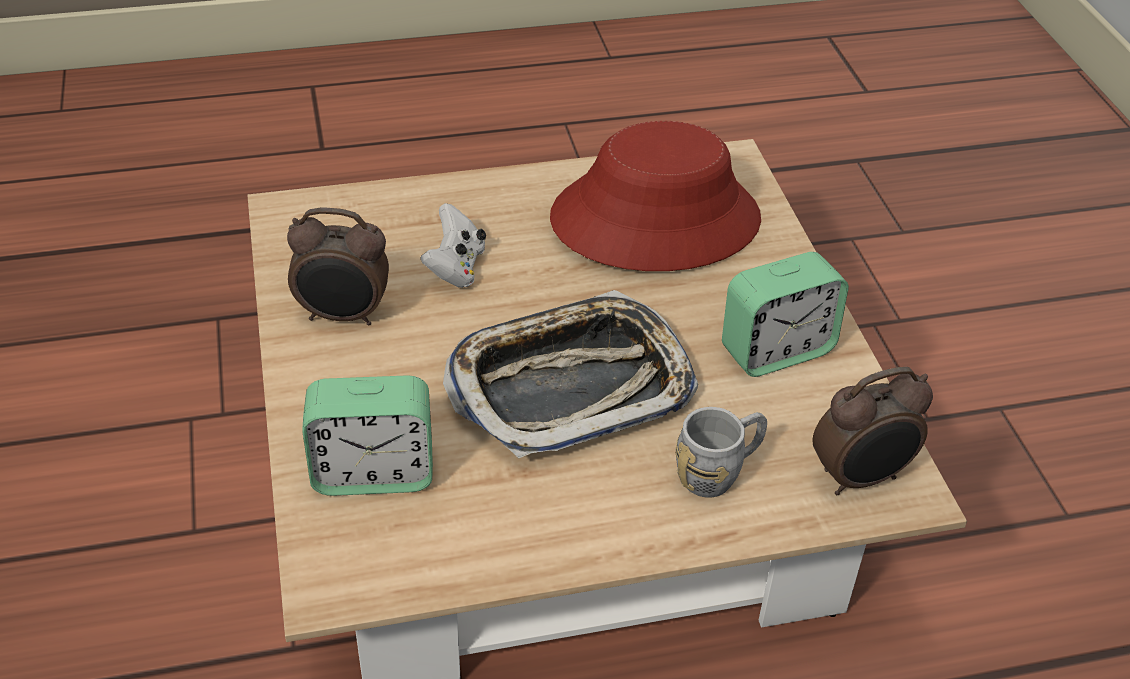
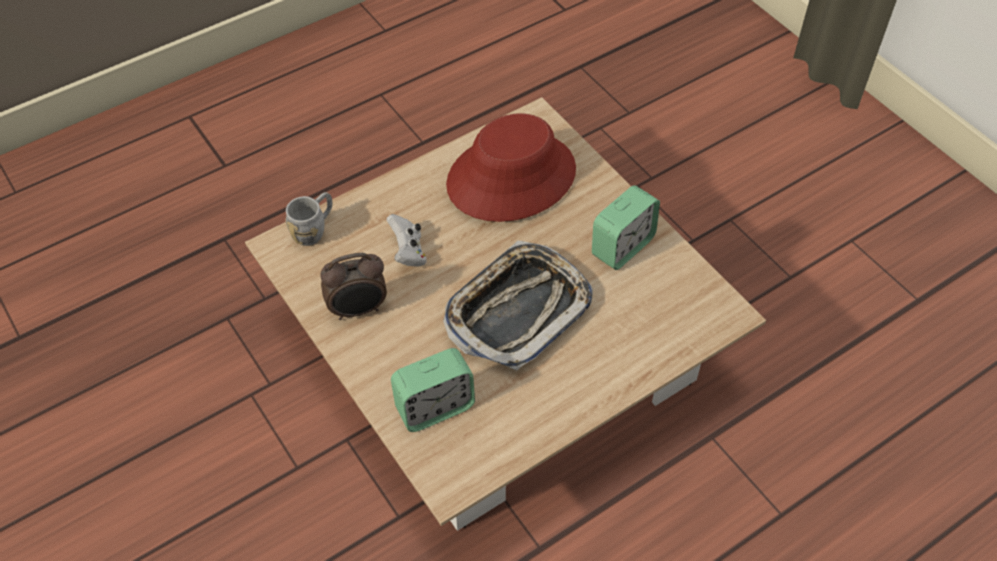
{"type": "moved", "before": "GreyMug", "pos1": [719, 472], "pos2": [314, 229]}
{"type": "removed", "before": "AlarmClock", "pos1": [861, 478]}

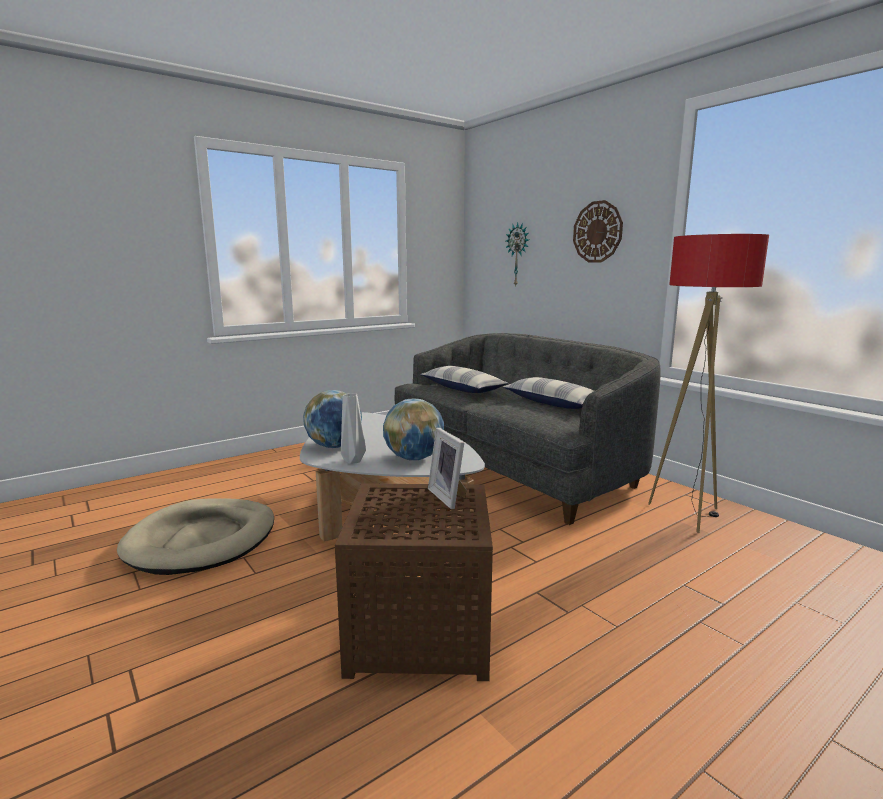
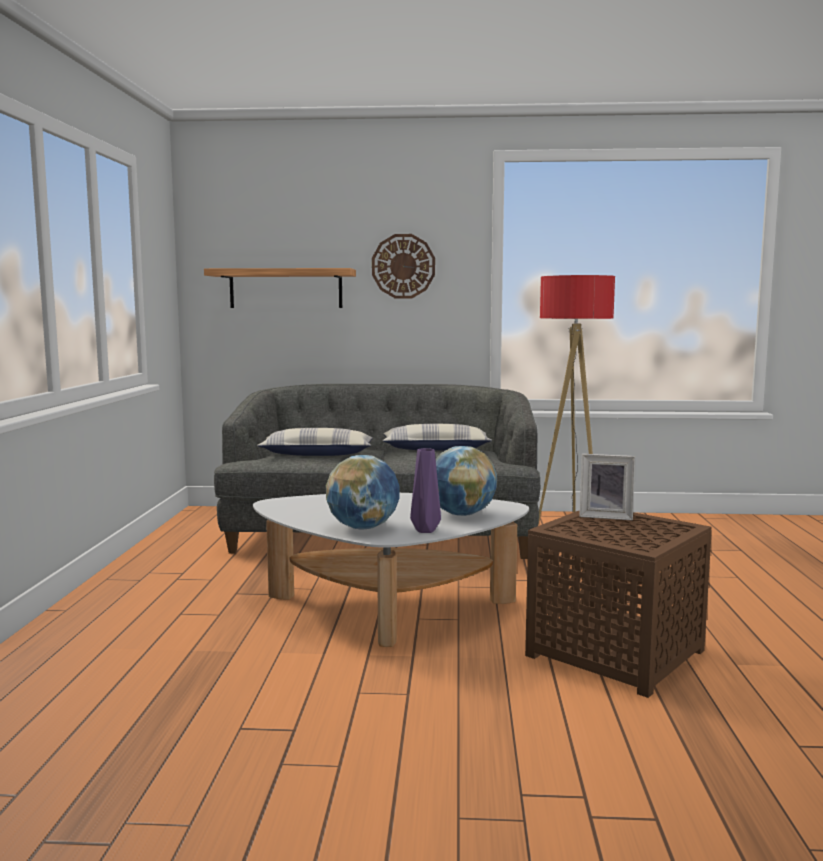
{"type": "removed", "before": "BeigeDogBed", "pos1": [202, 540]}
{"type": "recoloured", "before": "GreyVase", "after": "PurpleVase", "pos1": [352, 461], "pos2": [425, 531]}
{"type": "replaced", "before": "WallClock", "after": "Shelf", "pos1": [518, 254], "pos2": [285, 289]}

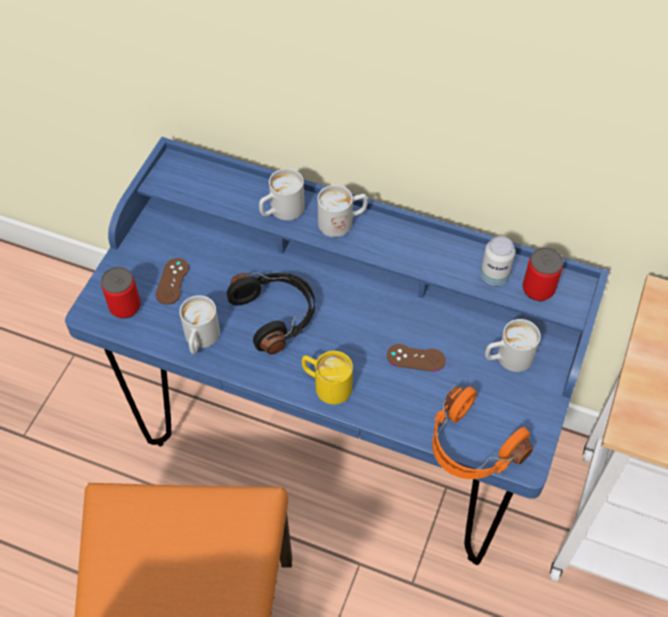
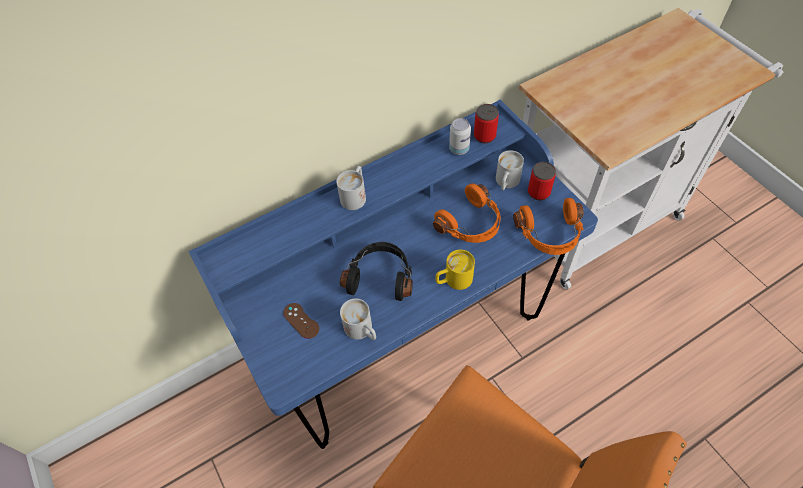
{"type": "moved", "before": "Can", "pos1": [125, 306], "pos2": [538, 192]}
{"type": "removed", "before": "WhiteMug", "pos1": [281, 211]}
{"type": "replaced", "before": "BrownGameController", "after": "OrangeHeadphones", "pos1": [415, 358], "pos2": [471, 224]}

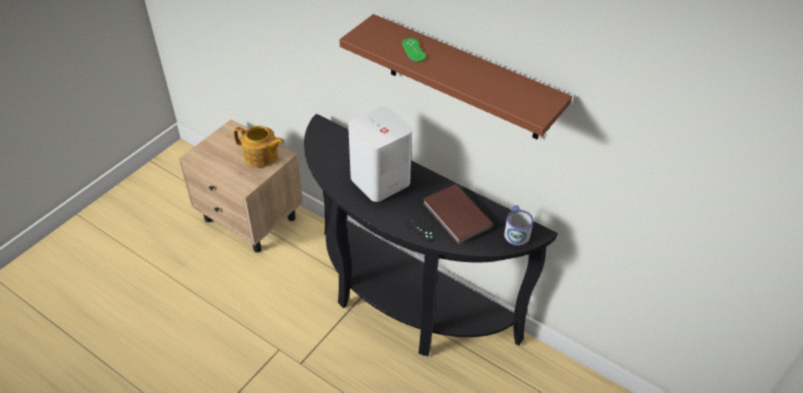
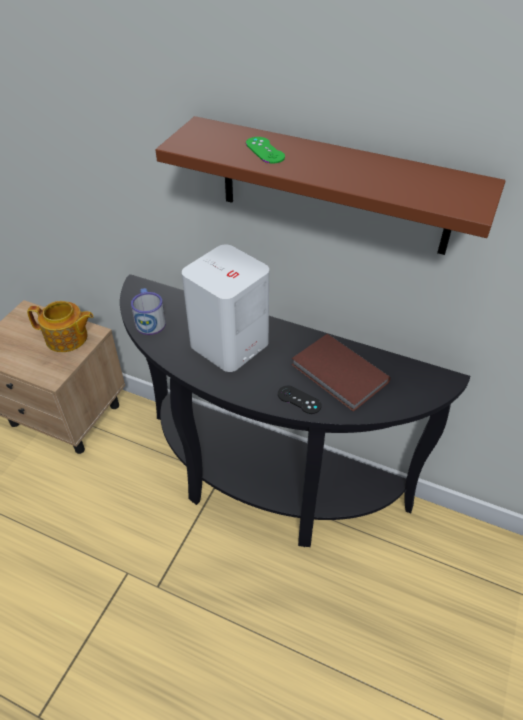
{"type": "moved", "before": "Mug", "pos1": [515, 232], "pos2": [149, 320]}

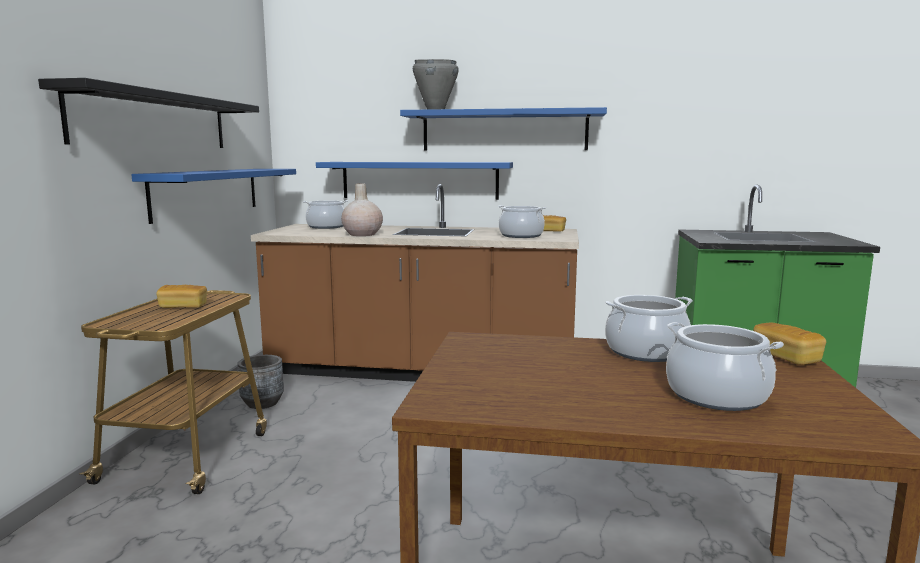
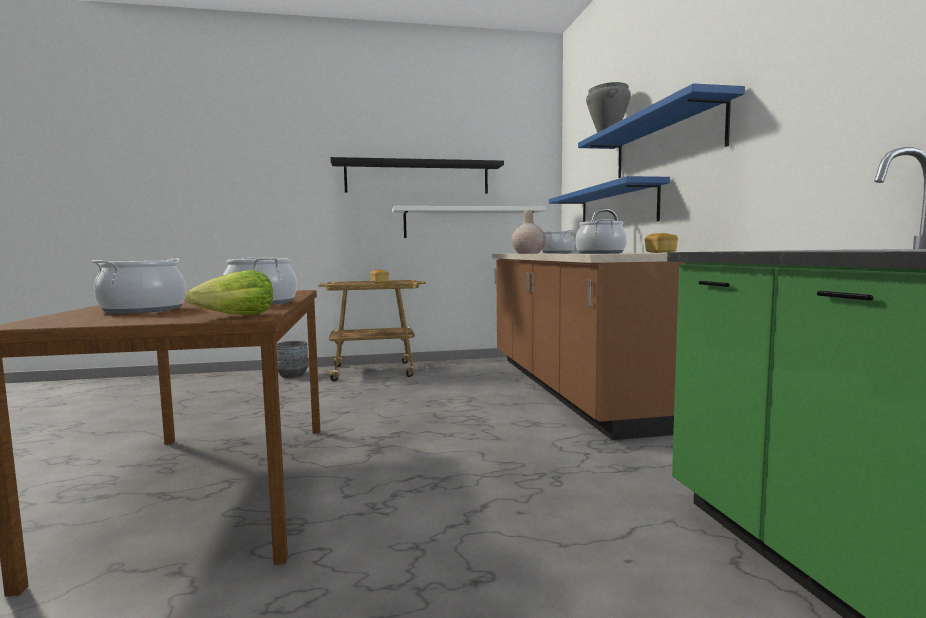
{"type": "recoloured", "before": "BlueShelf", "after": "WhiteShelf", "pos1": [207, 192], "pos2": [466, 223]}
{"type": "moved", "before": "GreyPlanter", "pos1": [262, 403], "pos2": [292, 375]}
{"type": "replaced", "before": "Bread", "after": "Lettuce", "pos1": [785, 357], "pos2": [237, 316]}

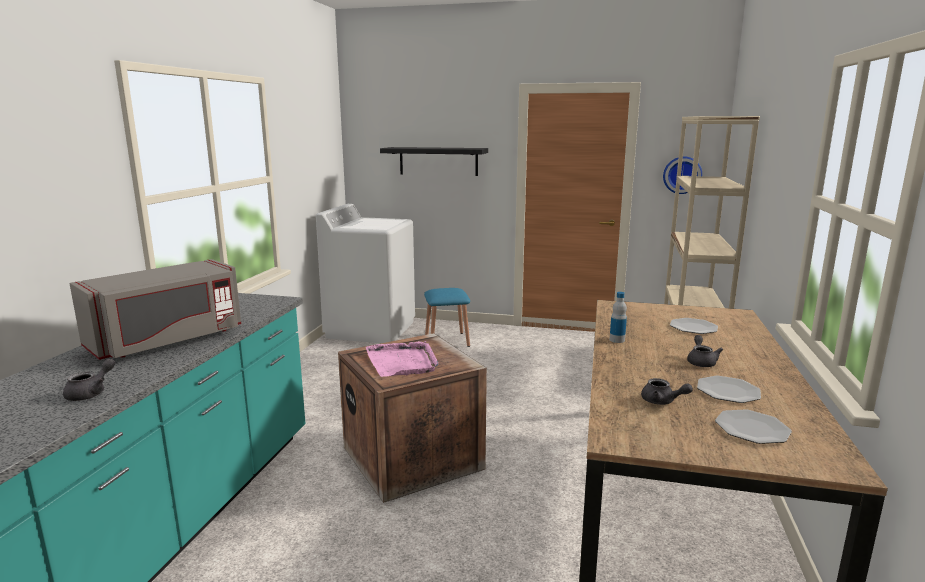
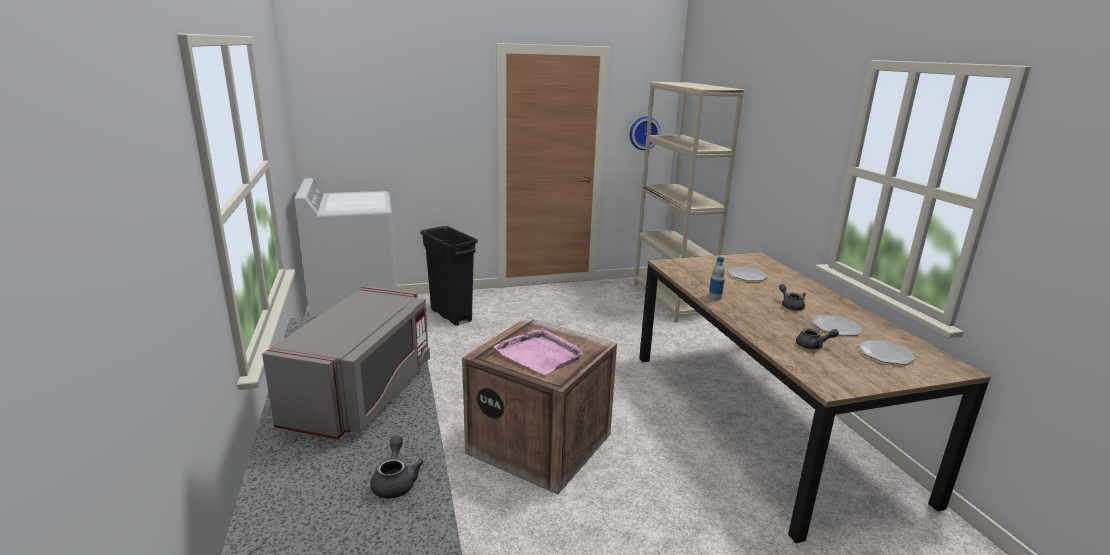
{"type": "removed", "before": "BlackShelf", "pos1": [438, 161]}
{"type": "replaced", "before": "BlueStool", "after": "BlackTrashCan", "pos1": [447, 340], "pos2": [451, 315]}

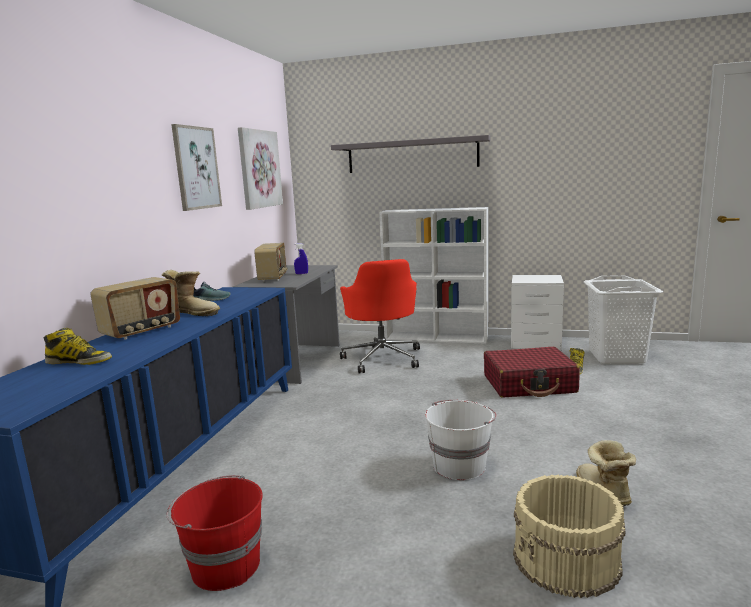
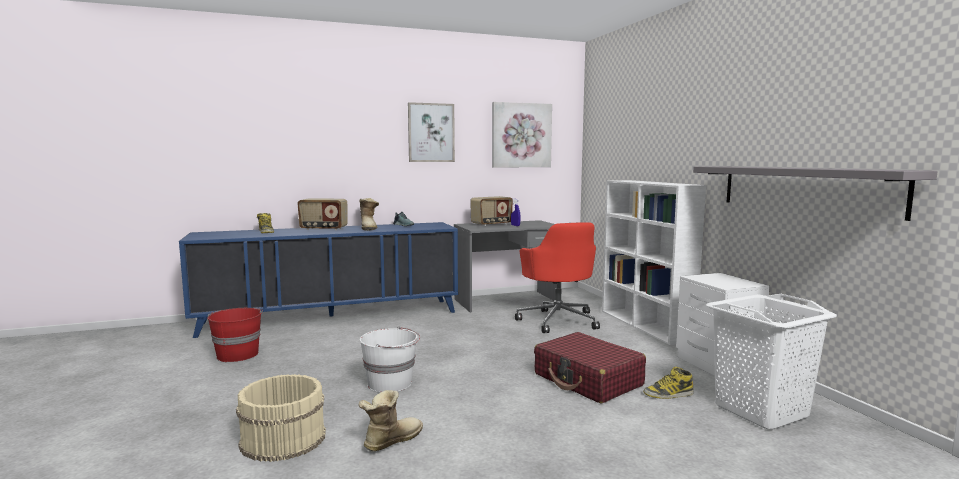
{"type": "moved", "before": "GreyShelf", "pos1": [412, 155], "pos2": [804, 189]}
{"type": "turned", "before": "RedOfficeChair", "pos1": [383, 358], "pos2": [558, 320], "turn": -60}

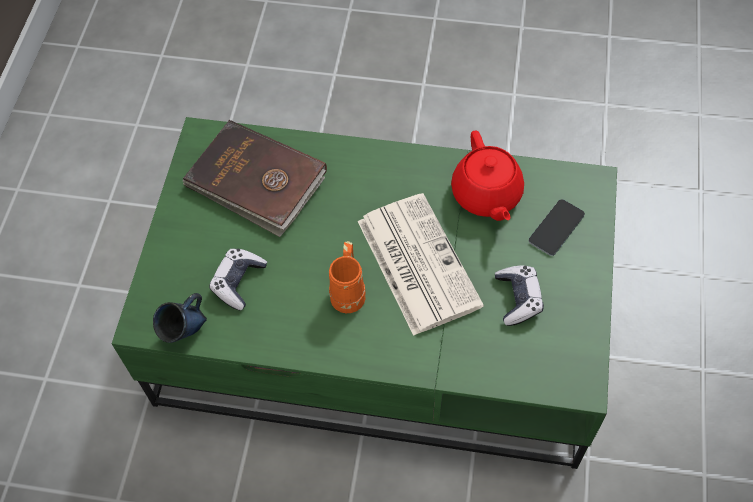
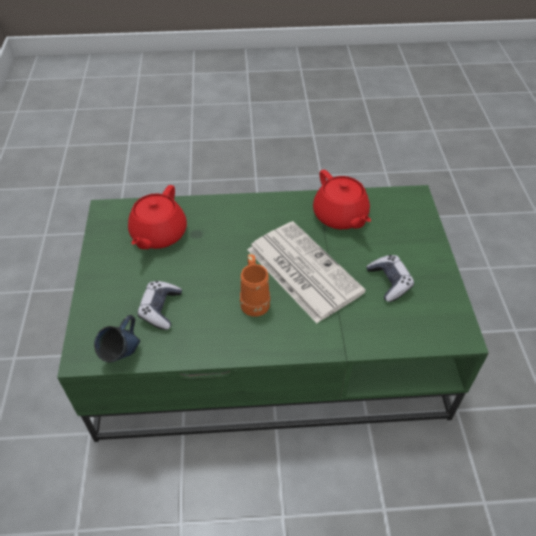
{"type": "replaced", "before": "BrownBook", "after": "RedTeapot", "pos1": [256, 181], "pos2": [158, 235]}
{"type": "removed", "before": "Phone", "pos1": [556, 228]}

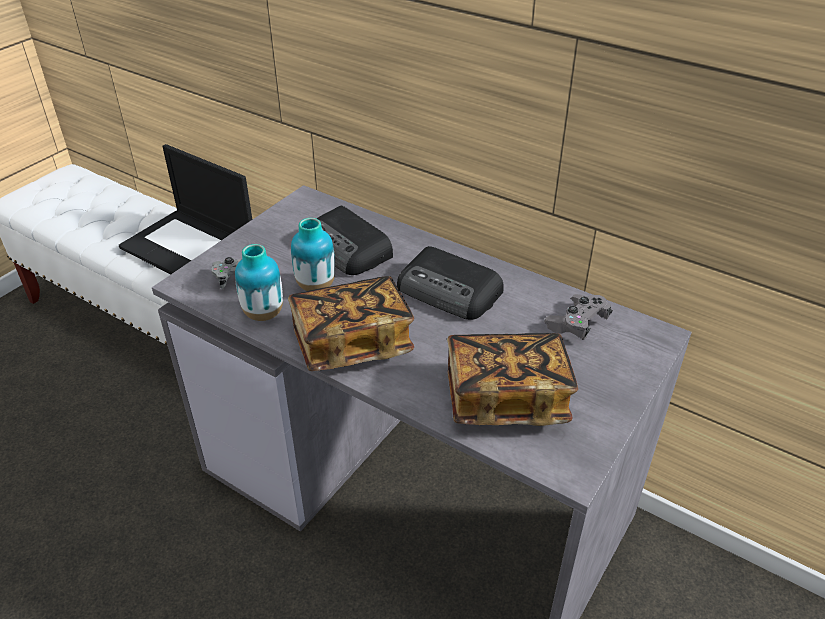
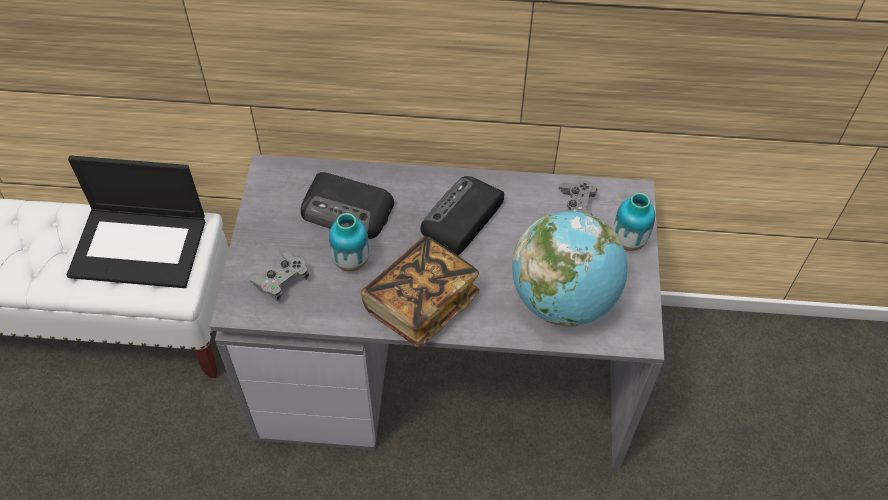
{"type": "moved", "before": "Vase", "pos1": [263, 314], "pos2": [628, 241]}
{"type": "turned", "before": "Radio", "pos1": [450, 291], "pos2": [461, 219], "turn": 120}
{"type": "replaced", "before": "Book", "after": "Globe", "pos1": [505, 398], "pos2": [563, 299]}

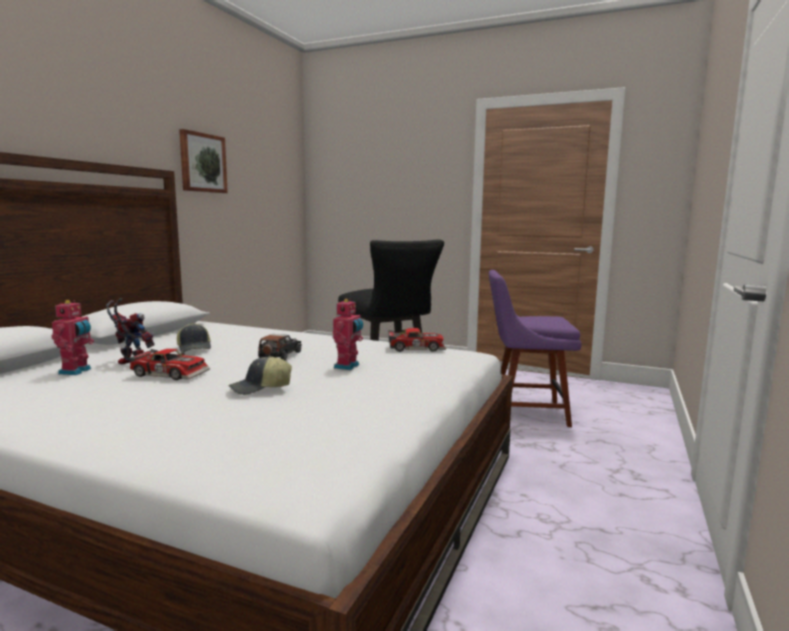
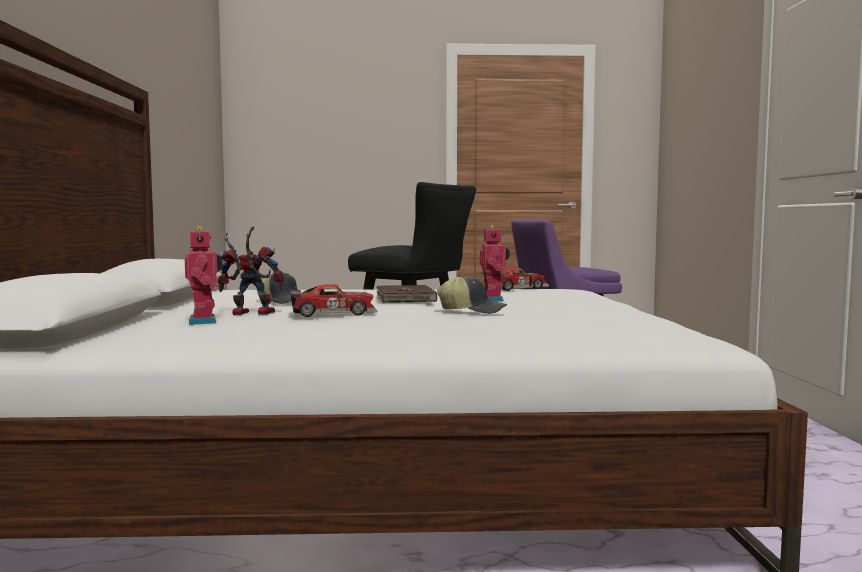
{"type": "removed", "before": "Picture", "pos1": [202, 163]}
{"type": "turned", "before": "Cap", "pos1": [260, 389], "pos2": [473, 311], "turn": -105}
{"type": "replaced", "before": "ToyCar", "after": "BrownBook", "pos1": [280, 355], "pos2": [404, 298]}

